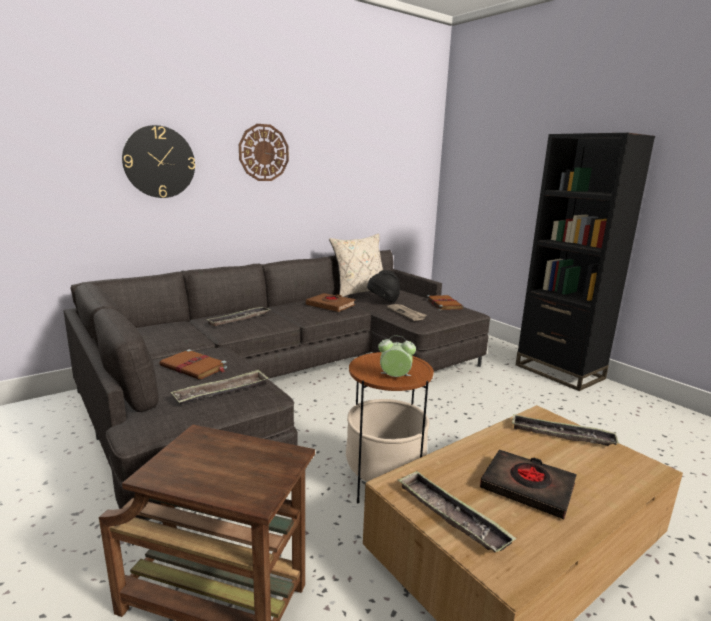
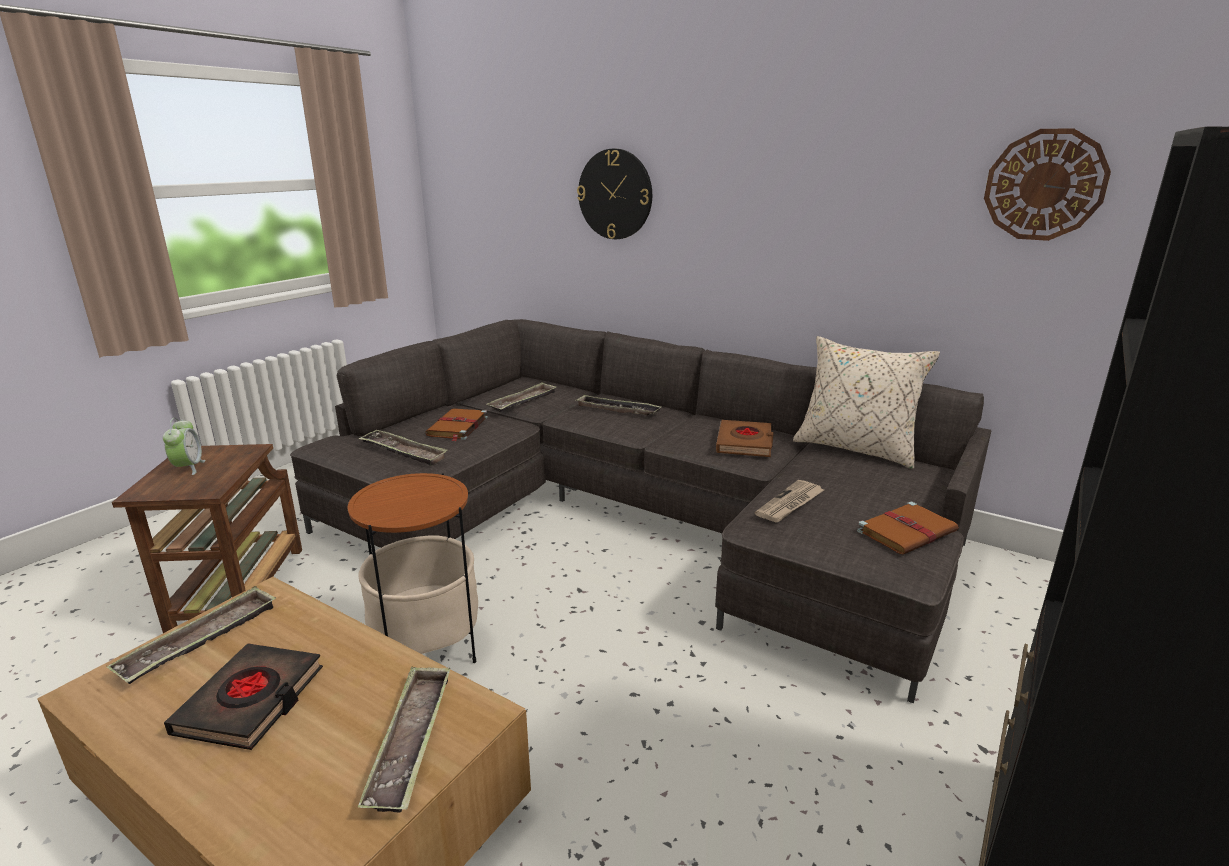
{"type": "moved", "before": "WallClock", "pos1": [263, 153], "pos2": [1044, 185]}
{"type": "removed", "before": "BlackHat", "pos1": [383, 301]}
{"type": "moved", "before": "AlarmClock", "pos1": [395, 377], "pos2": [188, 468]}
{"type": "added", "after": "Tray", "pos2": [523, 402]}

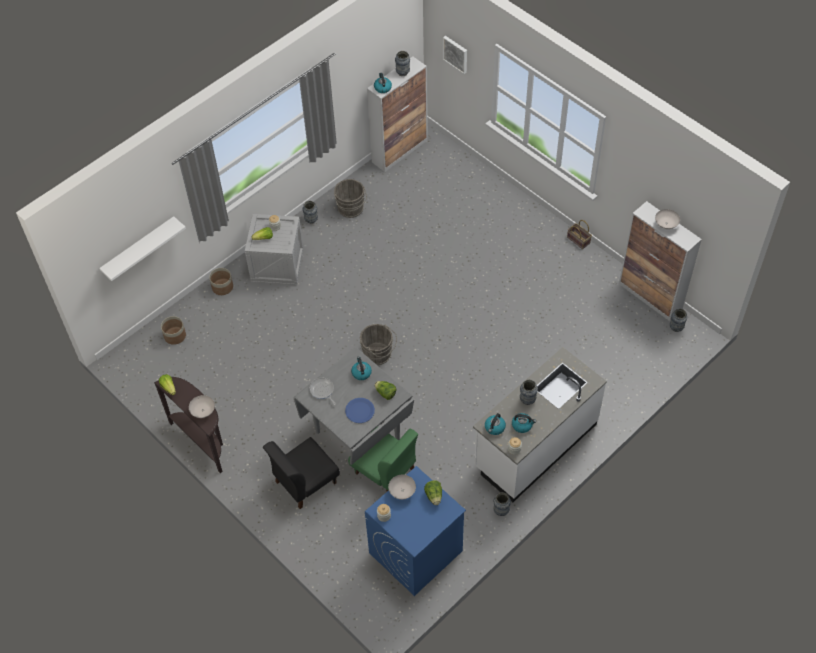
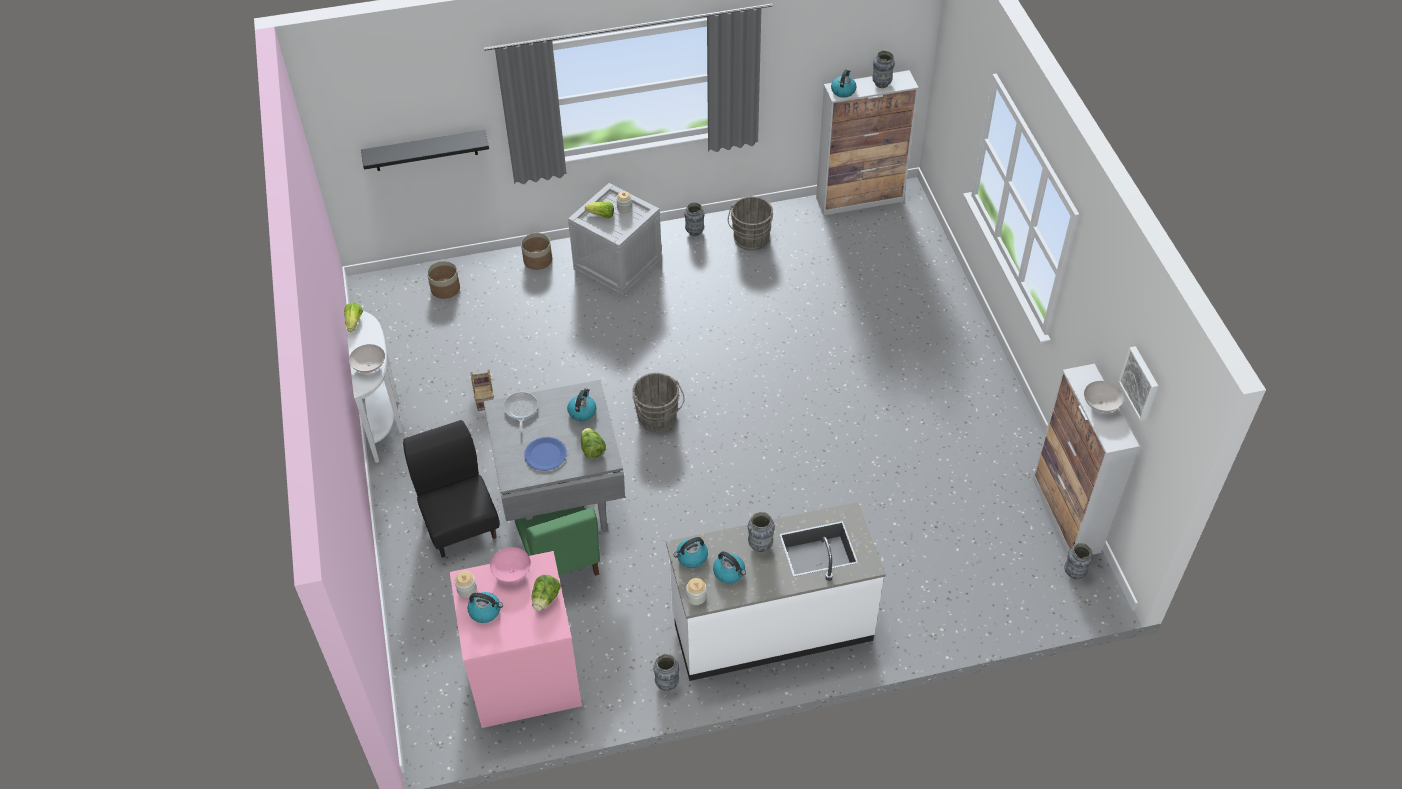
{"type": "recoloured", "before": "WhiteShelf", "after": "BlackShelf", "pos1": [139, 248], "pos2": [425, 150]}
{"type": "recoloured", "before": "BrownConsoleTable", "after": "WhiteConsoleTable", "pos1": [202, 441], "pos2": [384, 417]}
{"type": "turned", "before": "BlackChair", "pos1": [305, 482], "pos2": [460, 522], "turn": 75}
{"type": "recoloured", "before": "BlueWashingMachine", "after": "PinkWashingMachine", "pos1": [415, 552], "pos2": [523, 676]}
{"type": "recoloured", "before": "WhiteBowl", "after": "PinkBowl", "pos1": [402, 491], "pos2": [511, 572]}
{"type": "moved", "before": "Picture", "pos1": [456, 54], "pos2": [1140, 383]}
{"type": "moved", "before": "Basket", "pos1": [579, 240], "pos2": [485, 398]}
{"type": "added", "after": "Kettle", "pos2": [485, 611]}

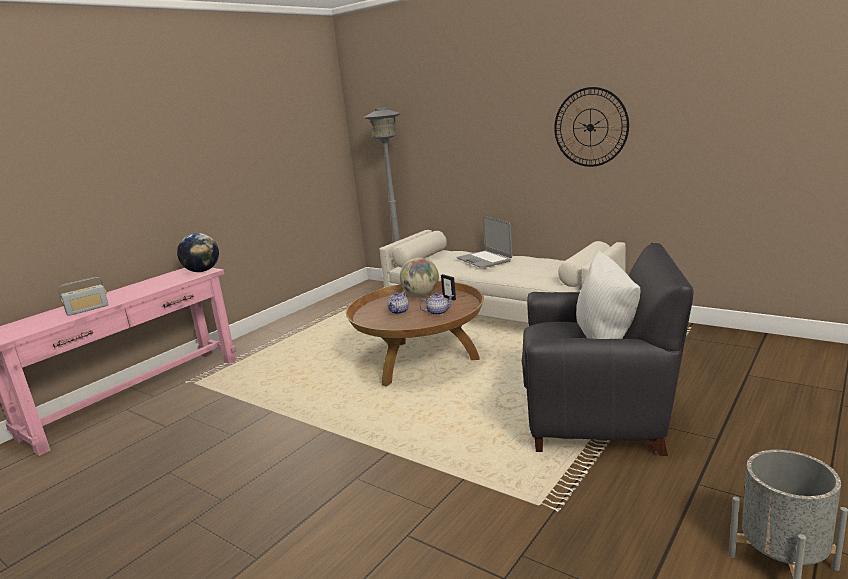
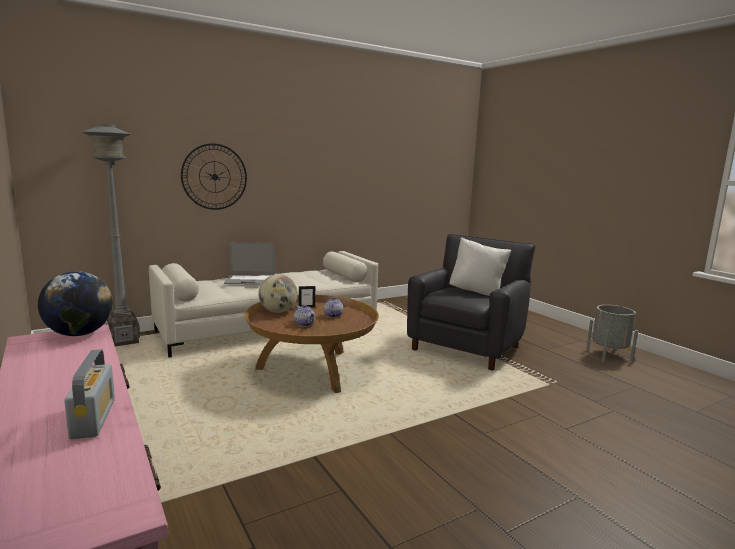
{"type": "moved", "before": "WallClock", "pos1": [590, 127], "pos2": [214, 177]}

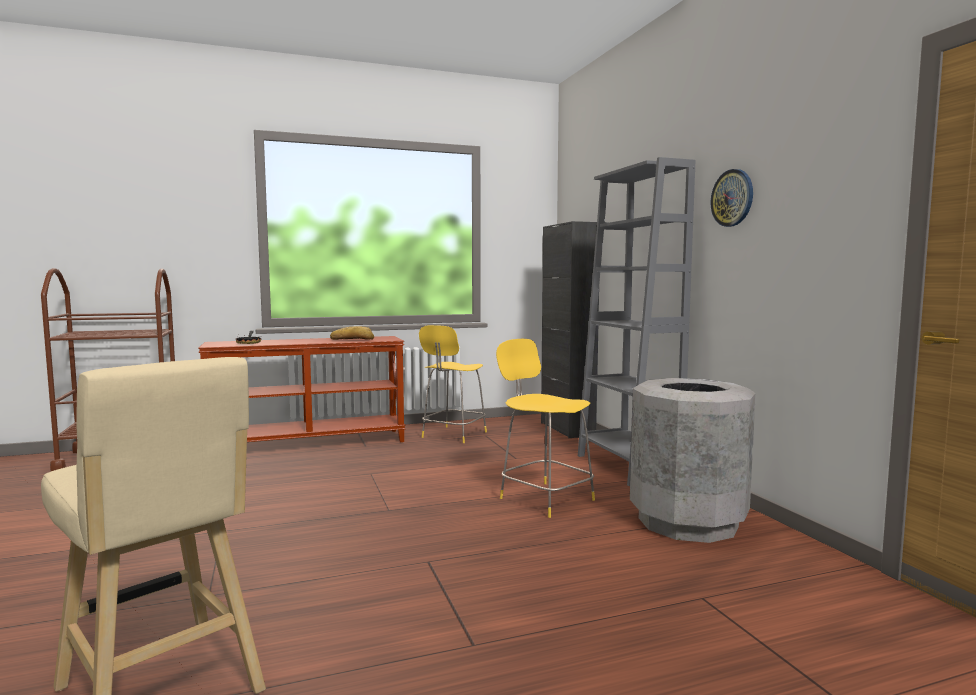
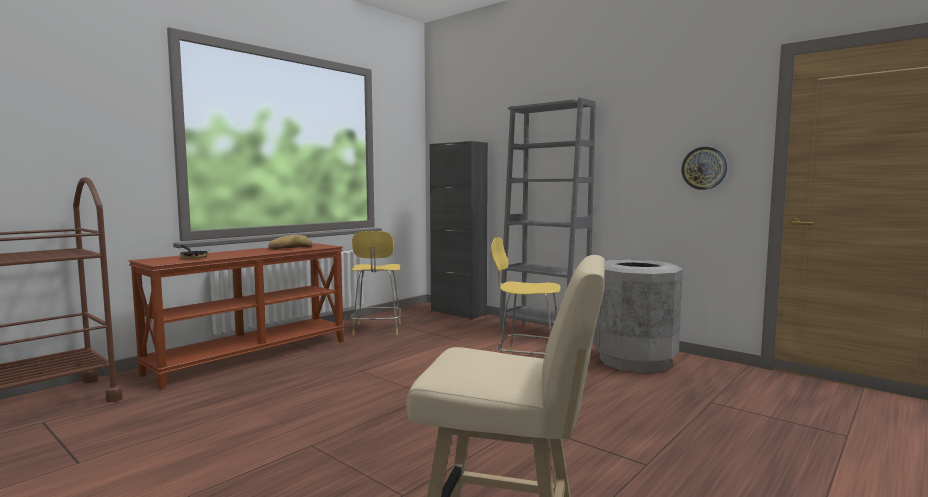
{"type": "moved", "before": "WallClock", "pos1": [732, 198], "pos2": [704, 168]}

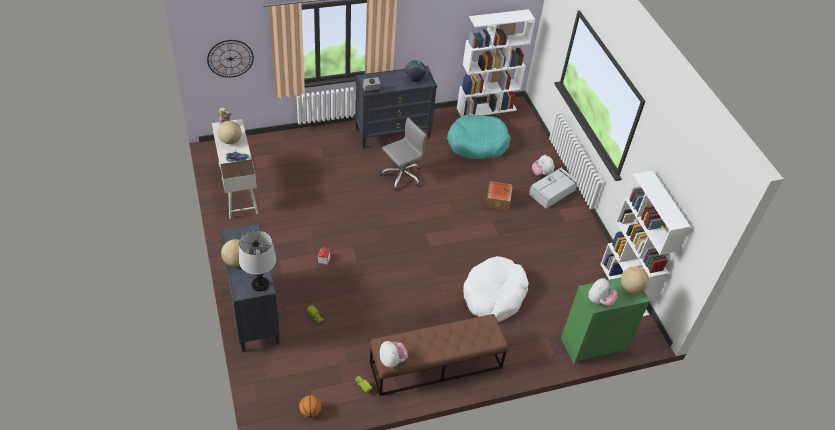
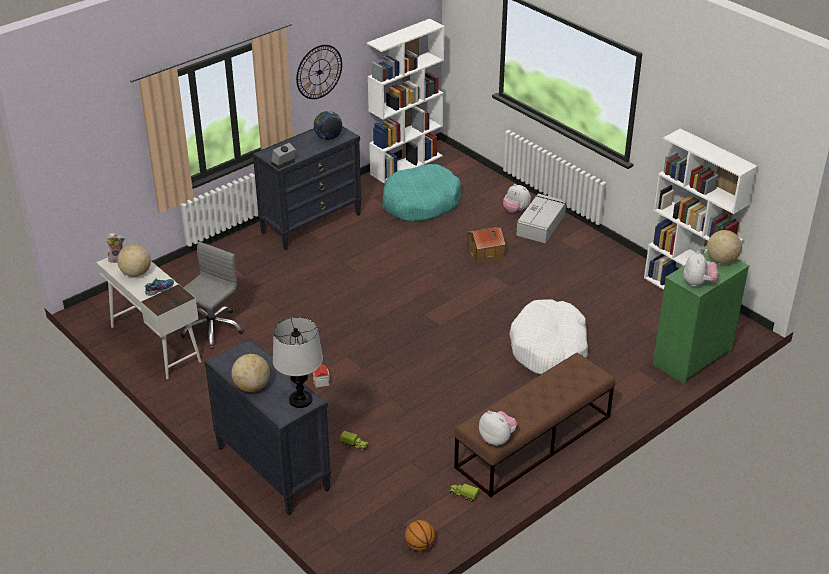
{"type": "moved", "before": "WallClock", "pos1": [230, 58], "pos2": [319, 72]}
{"type": "moved", "before": "GreyOfficeChair", "pos1": [401, 176], "pos2": [212, 328]}

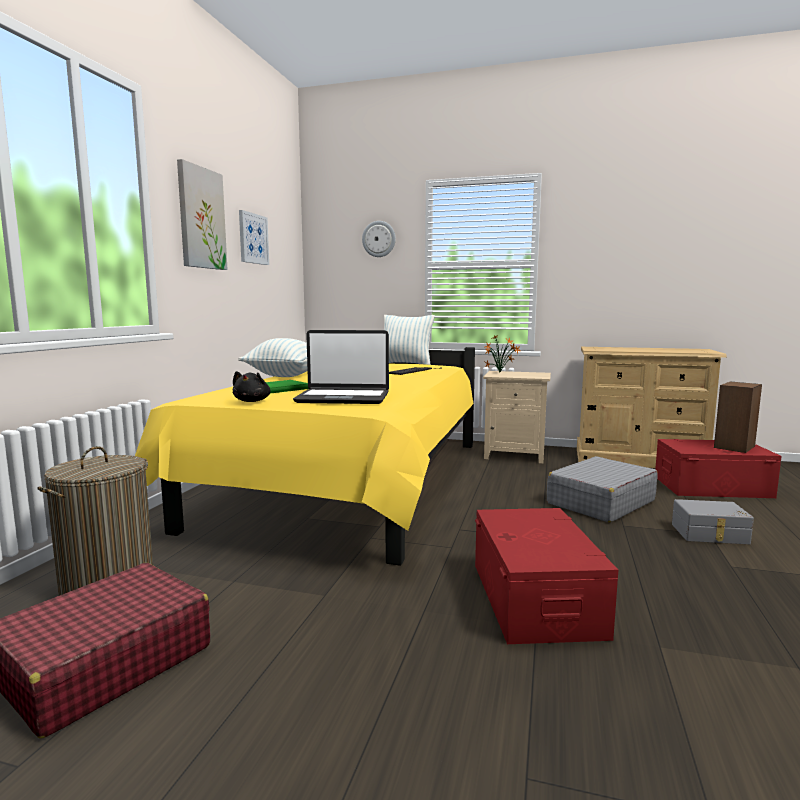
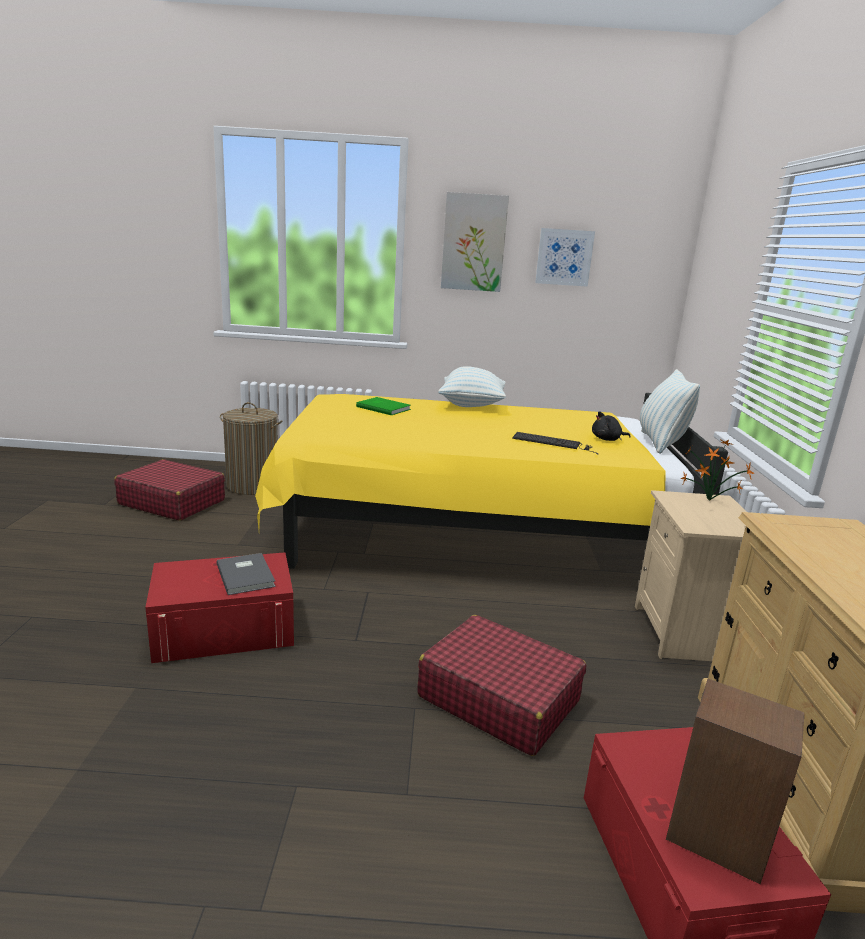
{"type": "moved", "before": "BlackPlushToy", "pos1": [252, 401], "pos2": [607, 439]}
{"type": "removed", "before": "Laptop", "pos1": [343, 398]}
{"type": "removed", "before": "WallClock", "pos1": [379, 239]}
{"type": "recoloured", "before": "GreySuitcase", "after": "RedSuitcase", "pos1": [600, 502], "pos2": [498, 698]}
{"type": "removed", "before": "GreyStorageBox", "pos1": [710, 534]}
{"type": "added", "after": "GreyBook", "pos2": [247, 575]}

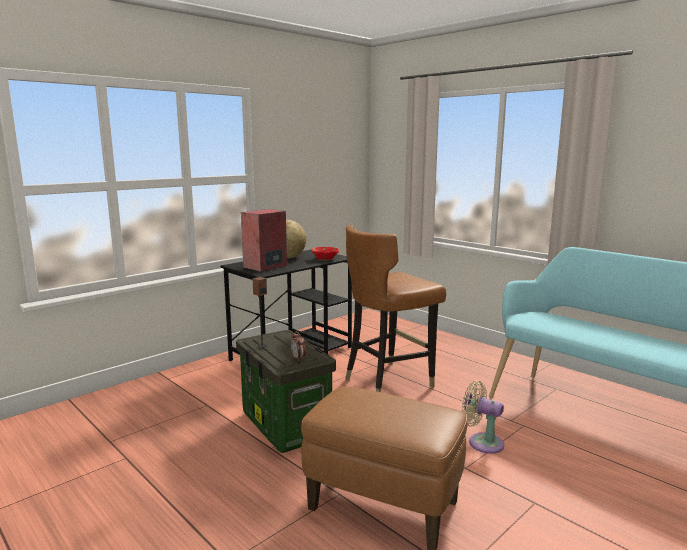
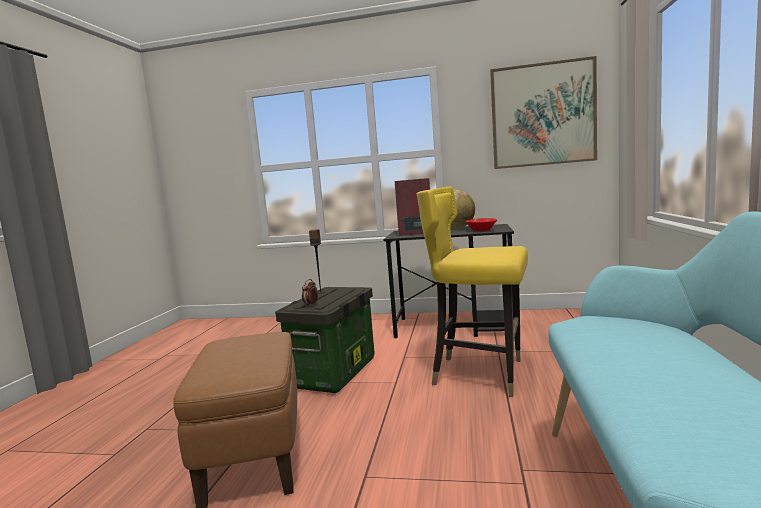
{"type": "recoloured", "before": "BrownChair", "after": "YellowChair", "pos1": [388, 381], "pos2": [480, 374]}
{"type": "removed", "before": "BeigeFan", "pos1": [482, 442]}
{"type": "added", "after": "Picture", "pos2": [542, 115]}

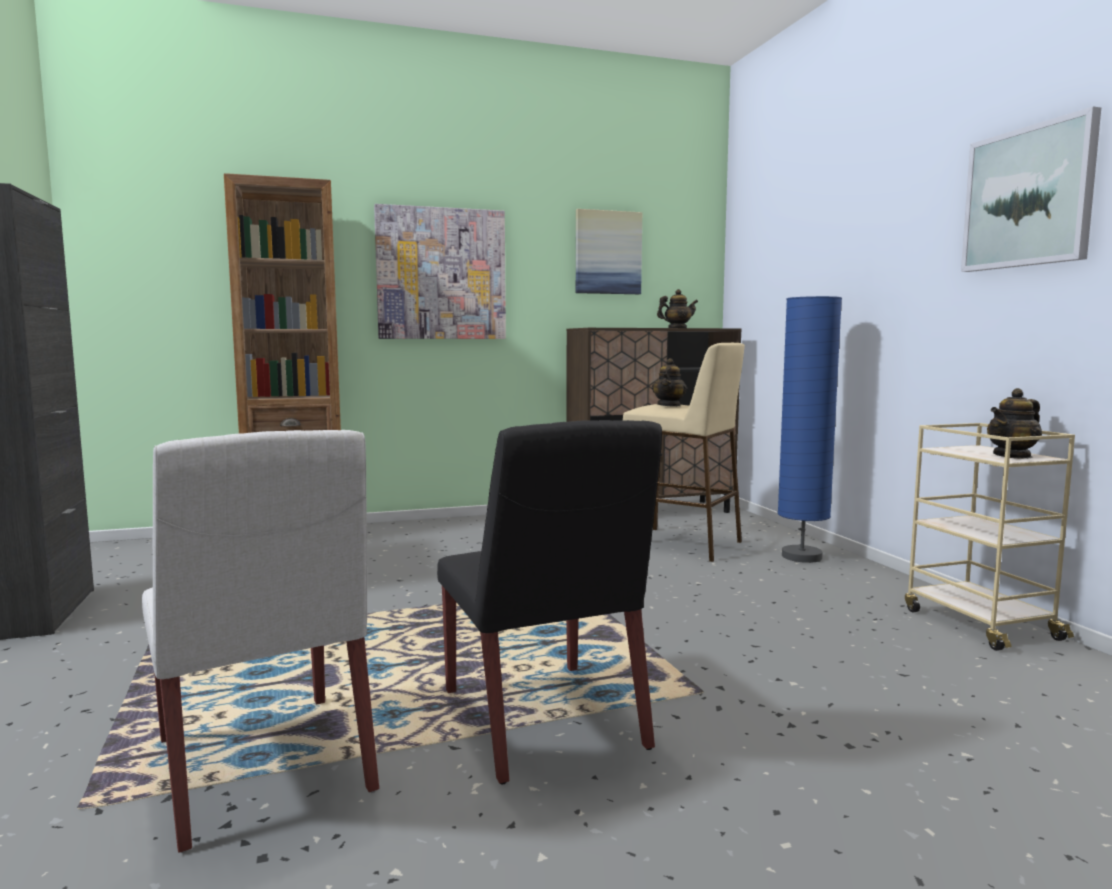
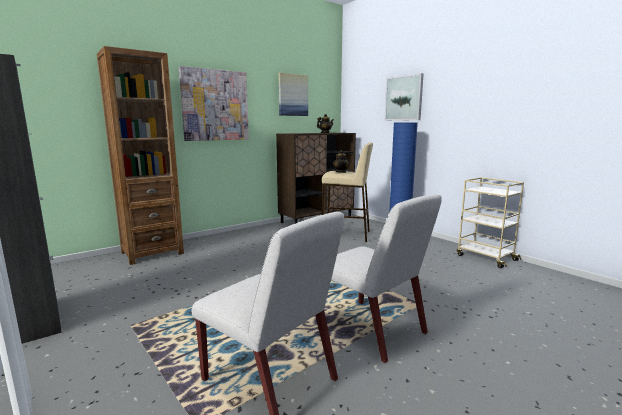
{"type": "recoloured", "before": "BlackChair", "after": "WhiteChair", "pos1": [543, 720], "pos2": [372, 329]}
{"type": "moved", "before": "Picture", "pos1": [1028, 197], "pos2": [403, 98]}
{"type": "removed", "before": "Teapot", "pos1": [1012, 456]}

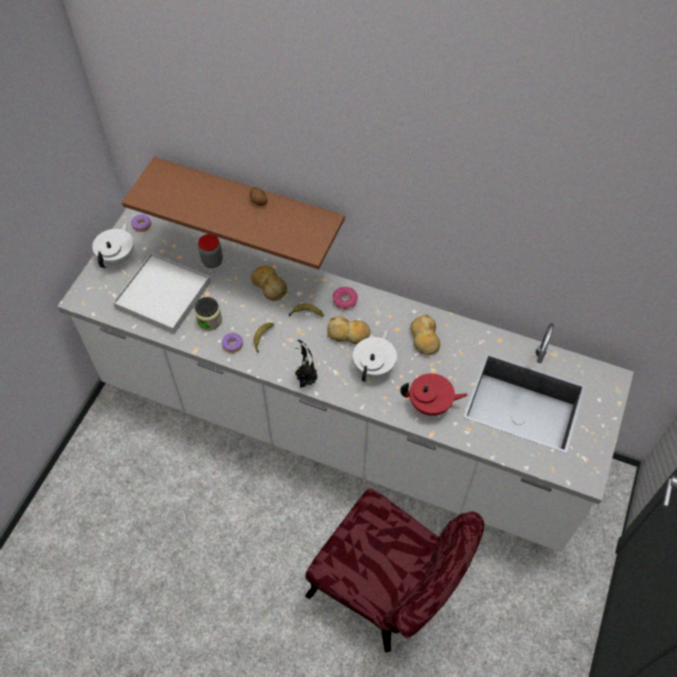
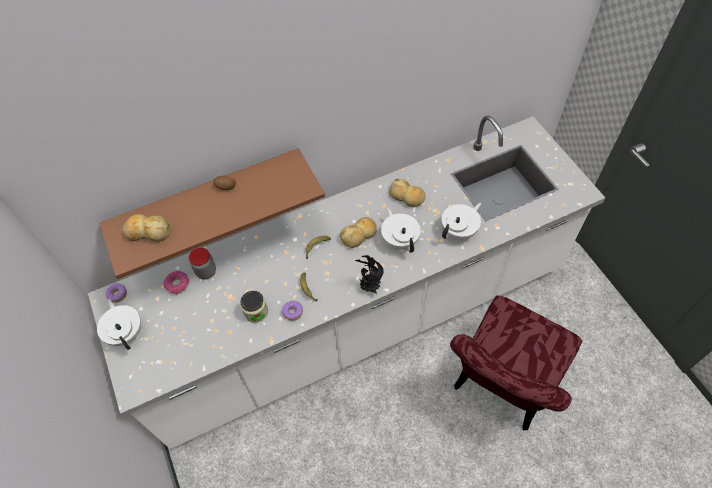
{"type": "removed", "before": "WhiteTray", "pos1": [163, 295]}
{"type": "moved", "before": "Bread", "pos1": [269, 286], "pos2": [148, 232]}
{"type": "turned", "before": "RedChair", "pos1": [387, 592], "pos2": [502, 386], "turn": 135}
{"type": "moved", "before": "Donut", "pos1": [345, 301], "pos2": [177, 285]}
{"type": "recoloured", "before": "RedTeapot", "after": "WhiteTeapot", "pos1": [430, 404], "pos2": [459, 231]}

